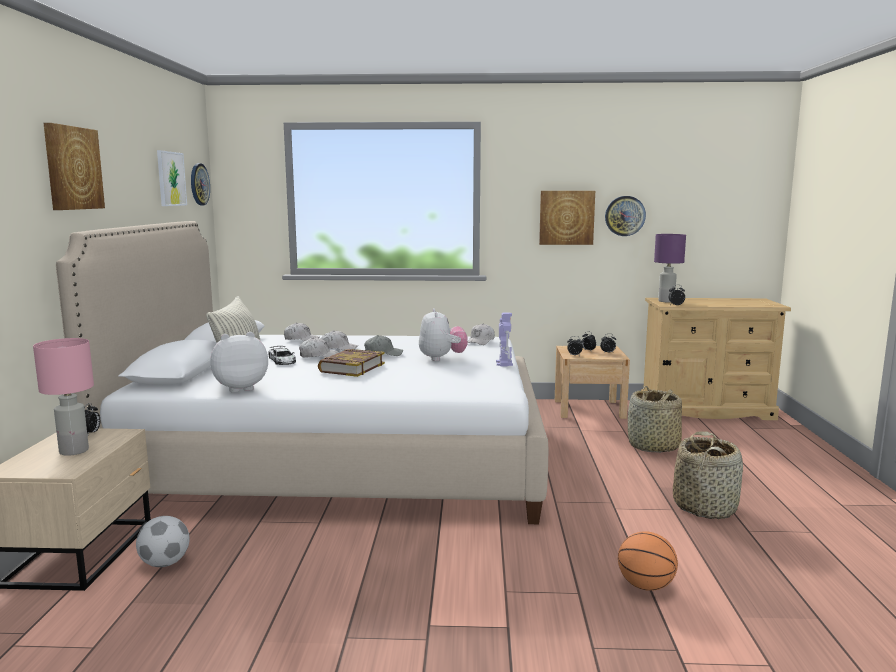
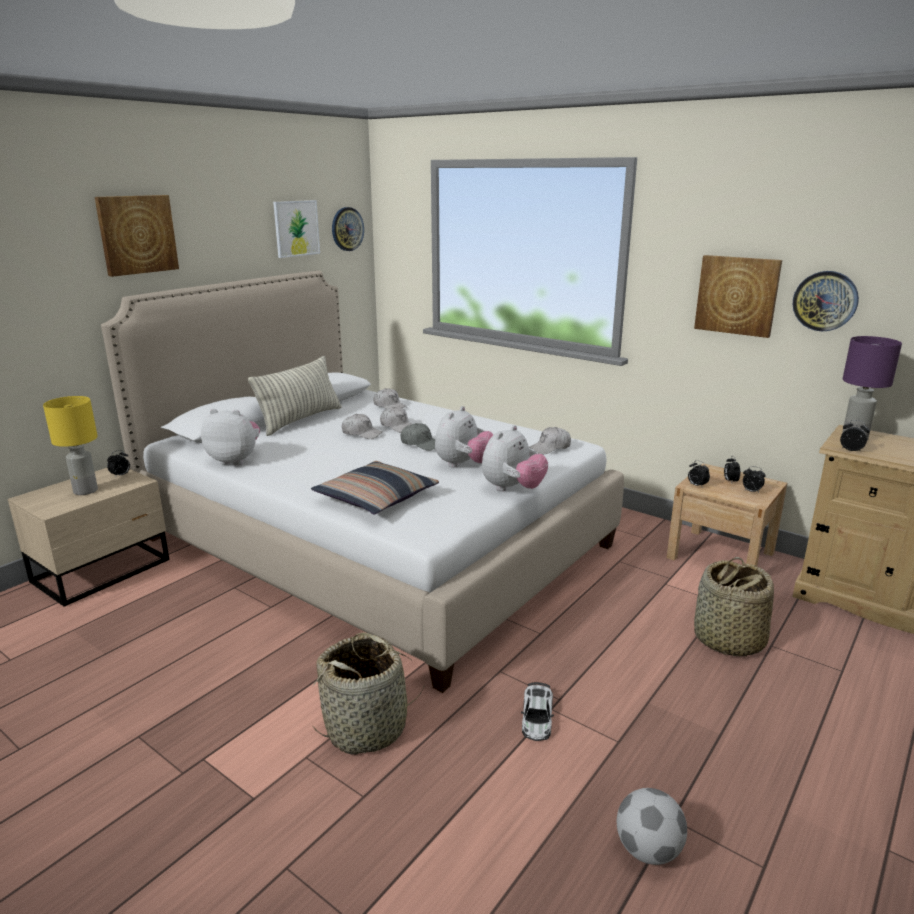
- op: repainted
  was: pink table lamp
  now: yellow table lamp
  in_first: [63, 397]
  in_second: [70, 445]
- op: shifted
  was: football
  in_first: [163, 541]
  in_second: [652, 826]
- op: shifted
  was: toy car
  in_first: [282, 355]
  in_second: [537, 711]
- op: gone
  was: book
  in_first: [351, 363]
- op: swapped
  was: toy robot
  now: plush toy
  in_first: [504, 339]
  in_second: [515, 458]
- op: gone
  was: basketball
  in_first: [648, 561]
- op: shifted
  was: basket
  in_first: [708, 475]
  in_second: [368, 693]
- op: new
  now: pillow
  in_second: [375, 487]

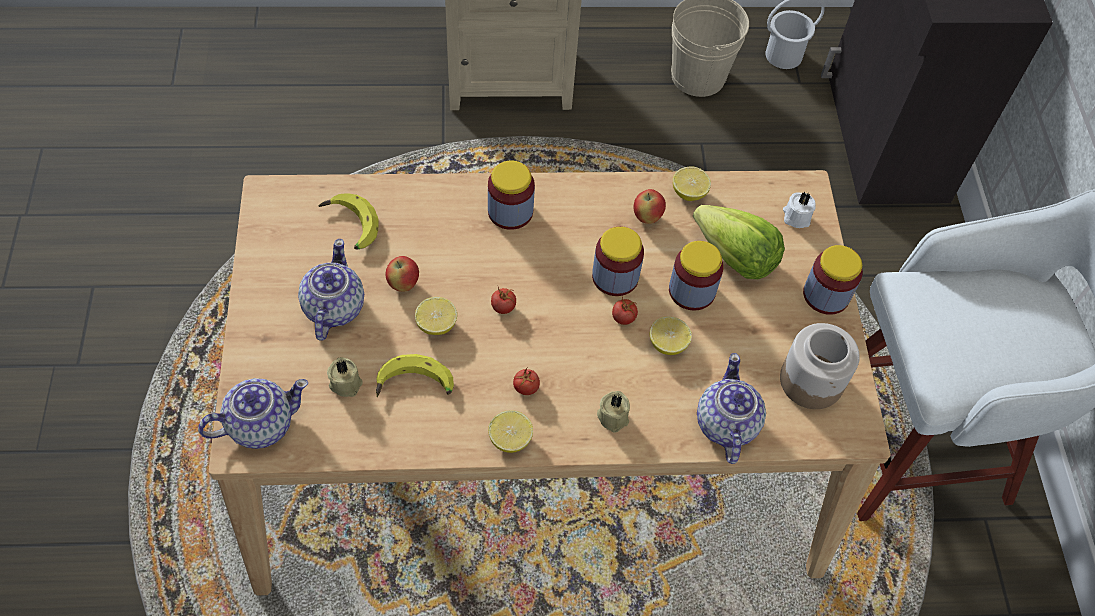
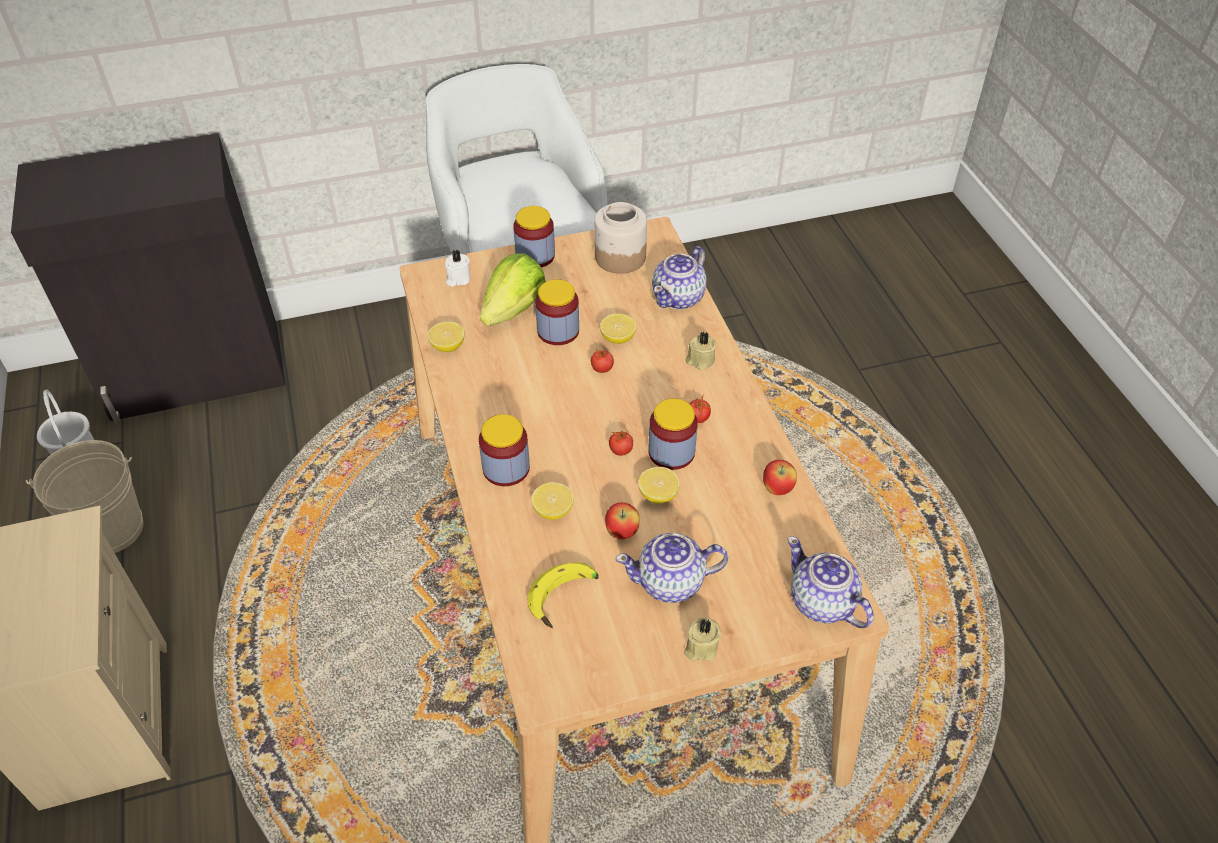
- op: shifted
  was: beige candle
  in_first: [344, 377]
  in_second: [702, 639]
- op: gone
  was: banana
  in_first: [415, 375]
- op: shifted
  was: lemon
  in_first: [510, 431]
  in_second: [552, 501]
- op: shifted
  was: jar
  in_first: [618, 261]
  in_second: [673, 434]
- op: shifted
  was: apple
  in_first: [650, 206]
  in_second: [780, 477]
- op: rotated
  was: teapot
  in_first: [731, 408]
  in_second: [679, 277]
  clockwise: -45

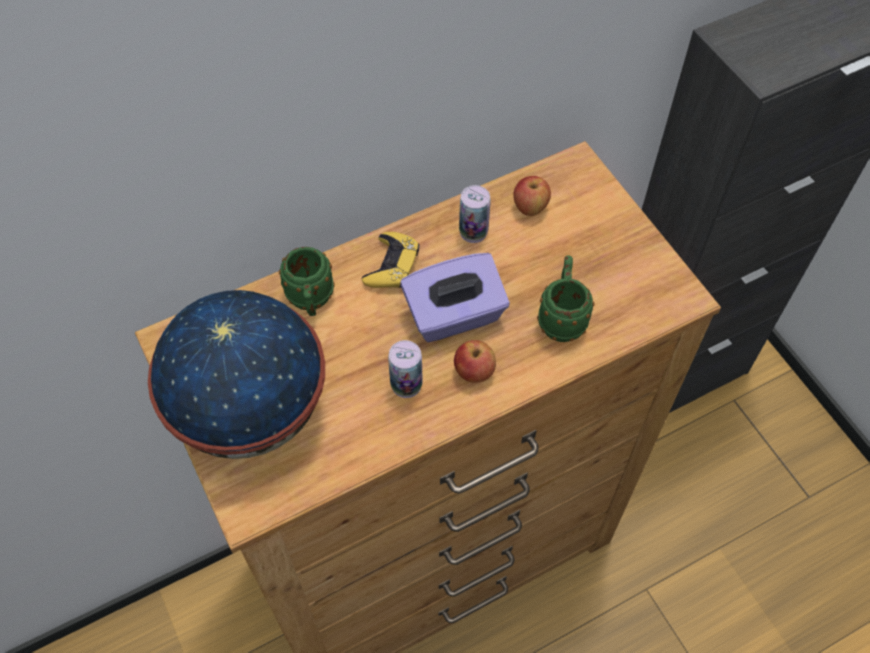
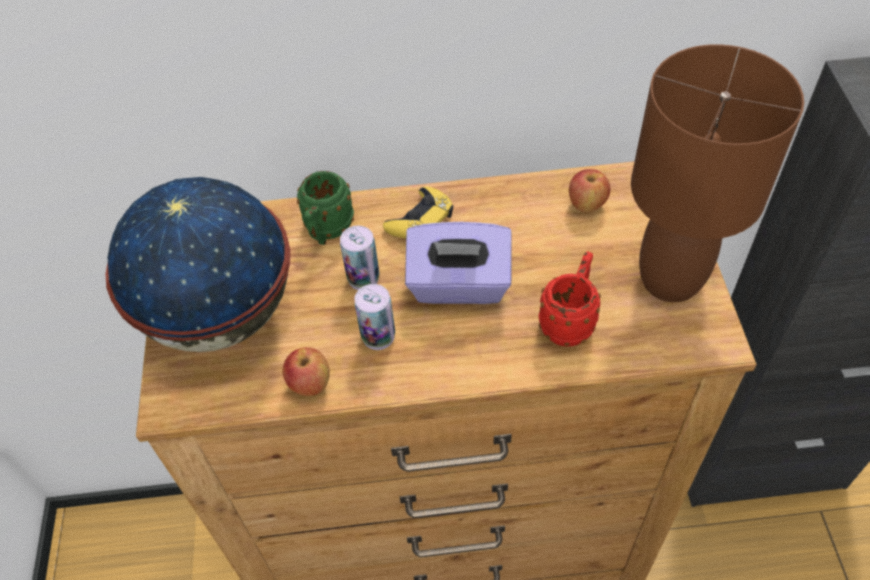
- op: shifted
  was: apple
  in_first: [475, 361]
  in_second: [306, 371]
- op: shifted
  was: can
  in_first: [475, 214]
  in_second: [359, 258]
- op: repainted
  was: green mug
  now: red mug
  in_first: [565, 298]
  in_second: [569, 298]
- op: new
  now: brown table lamp
  in_second: [717, 173]

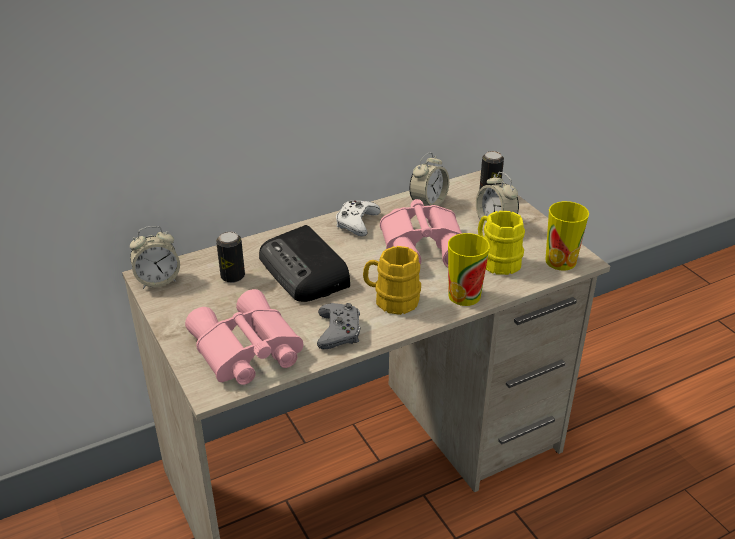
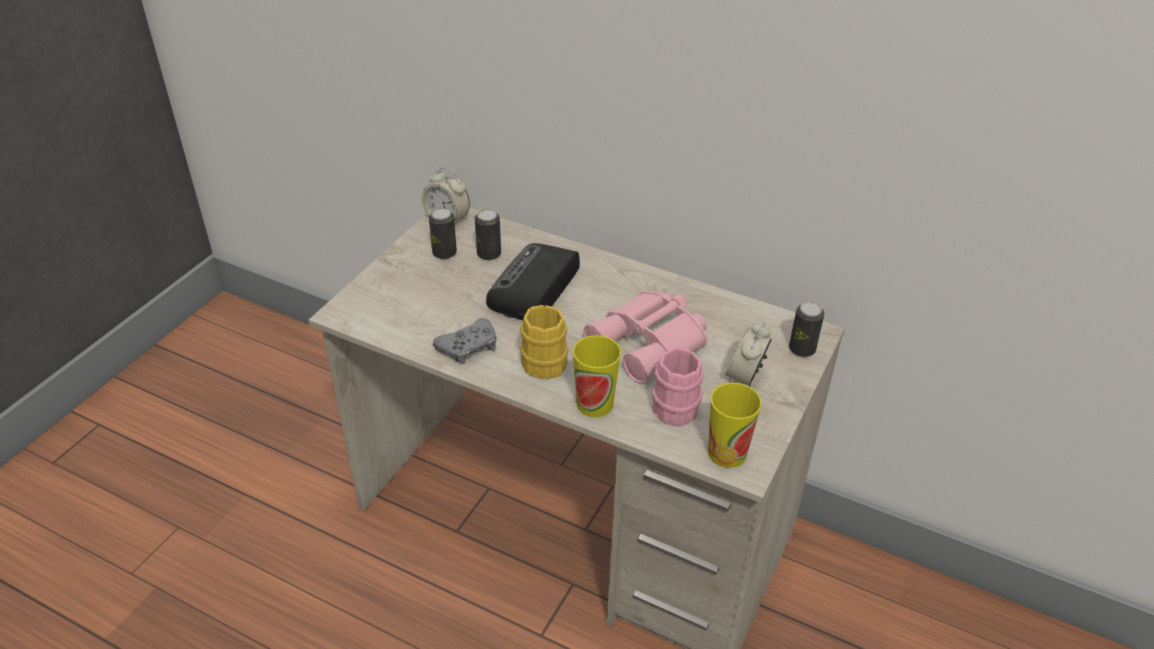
- op: gone
  was: pink binoculars
  in_first: [244, 337]
- op: gone
  was: white game controller
  in_first: [358, 219]
- op: gone
  was: alarm clock
  in_first: [429, 179]
- op: repainted
  was: yellow mug
  now: pink mug
  in_first: [501, 243]
  in_second: [677, 387]
- op: new
  now: can
  in_second: [443, 233]

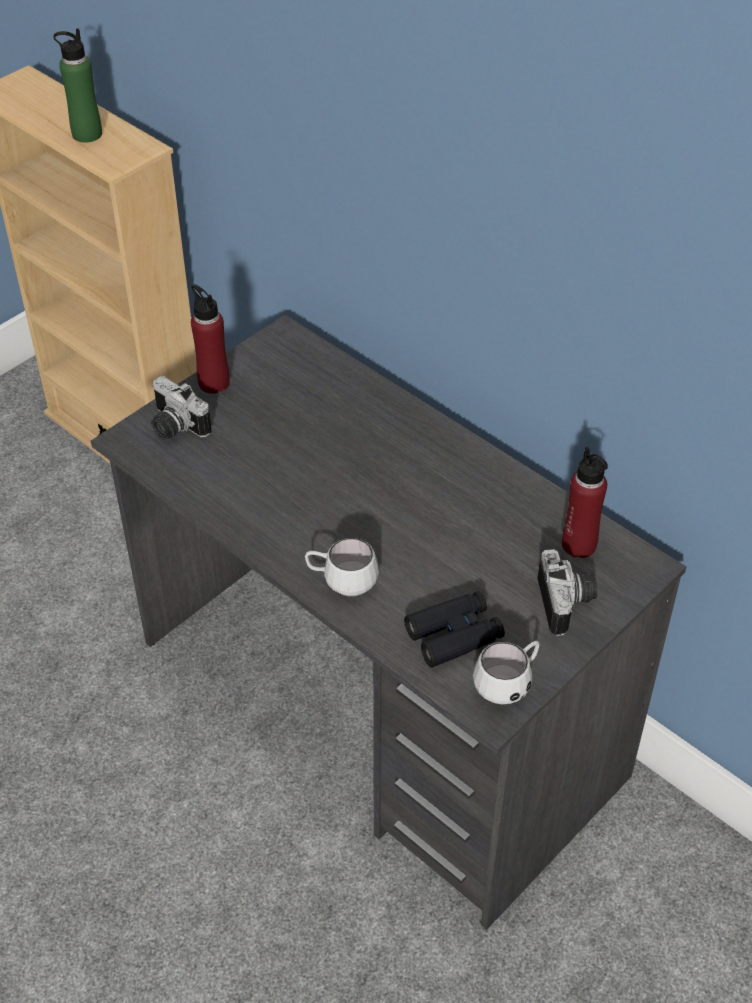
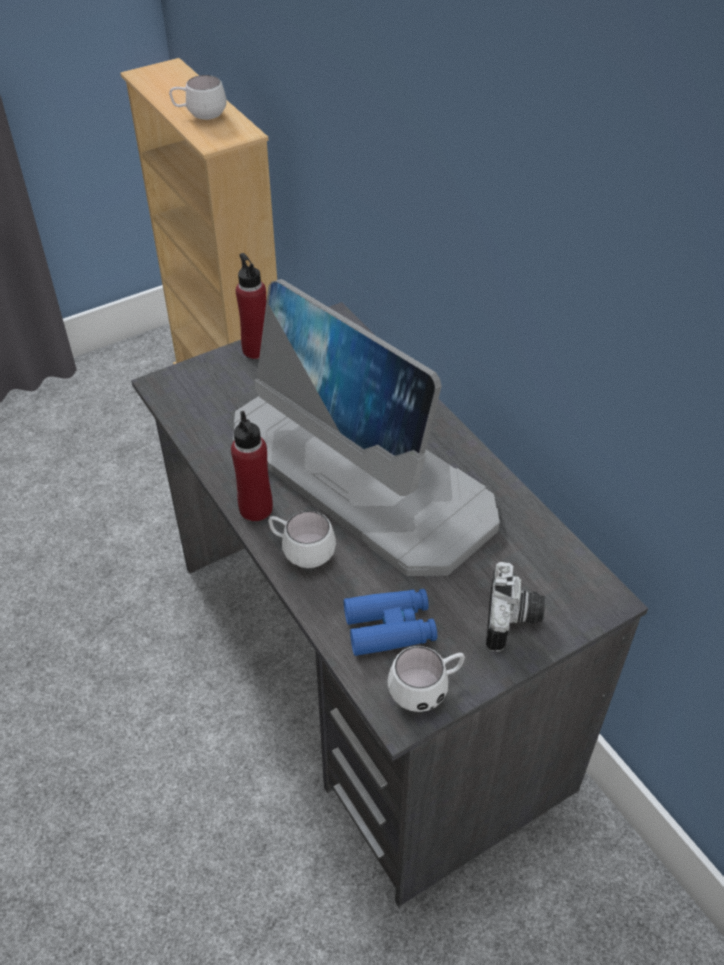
- op: swapped
  was: green bottle
  now: white mug
  in_first: [77, 85]
  in_second: [198, 97]
- op: gone
  was: photo camera
  in_first: [181, 408]
- op: repainted
  was: black binoculars
  now: blue binoculars
  in_first: [454, 629]
  in_second: [390, 622]
- op: shifted
  was: red bottle
  in_first: [585, 502]
  in_second: [252, 466]
- op: new
  now: monitor
  in_second: [366, 427]

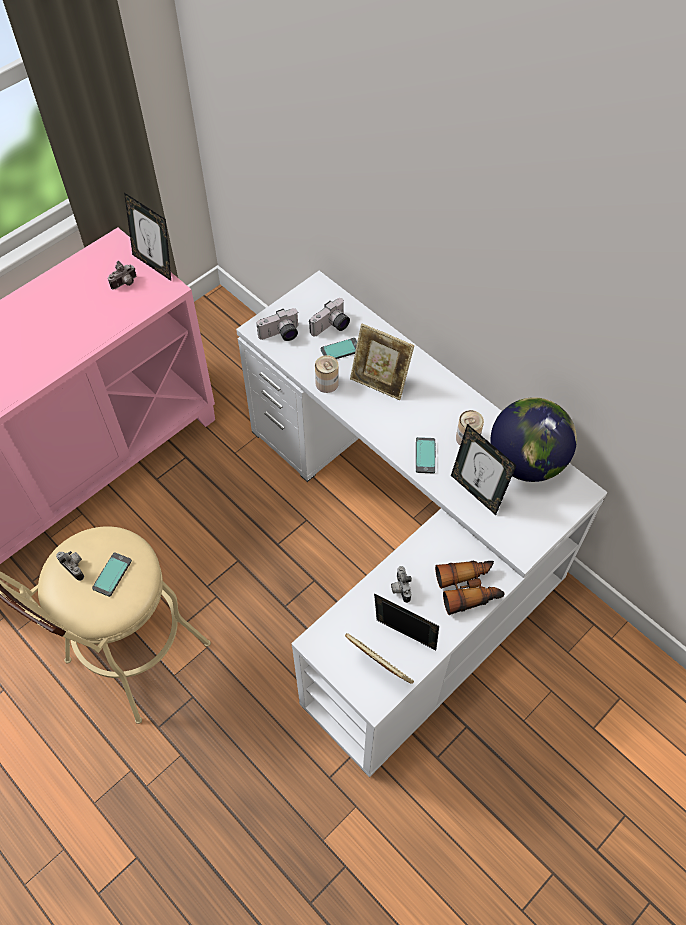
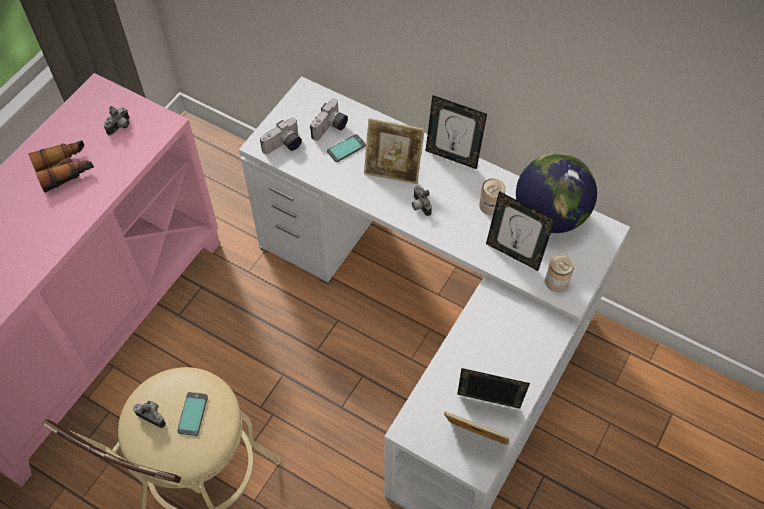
- op: shifted
  was: picture frame
  in_first: [147, 237]
  in_second: [456, 132]
- op: shifted
  was: can
  in_first: [327, 374]
  in_second: [560, 273]
- op: shifted
  was: photo camera
  in_first: [401, 584]
  in_second: [422, 201]
- op: gone
  was: phone
  in_first: [426, 455]
- op: shifted
  was: binoculars
  in_first: [469, 588]
  in_second: [61, 166]

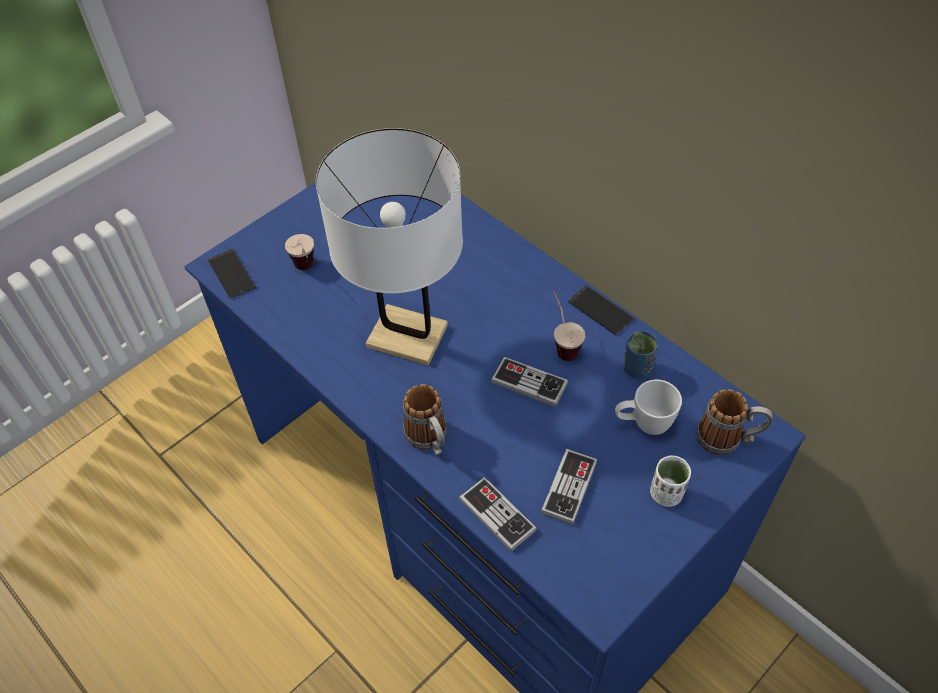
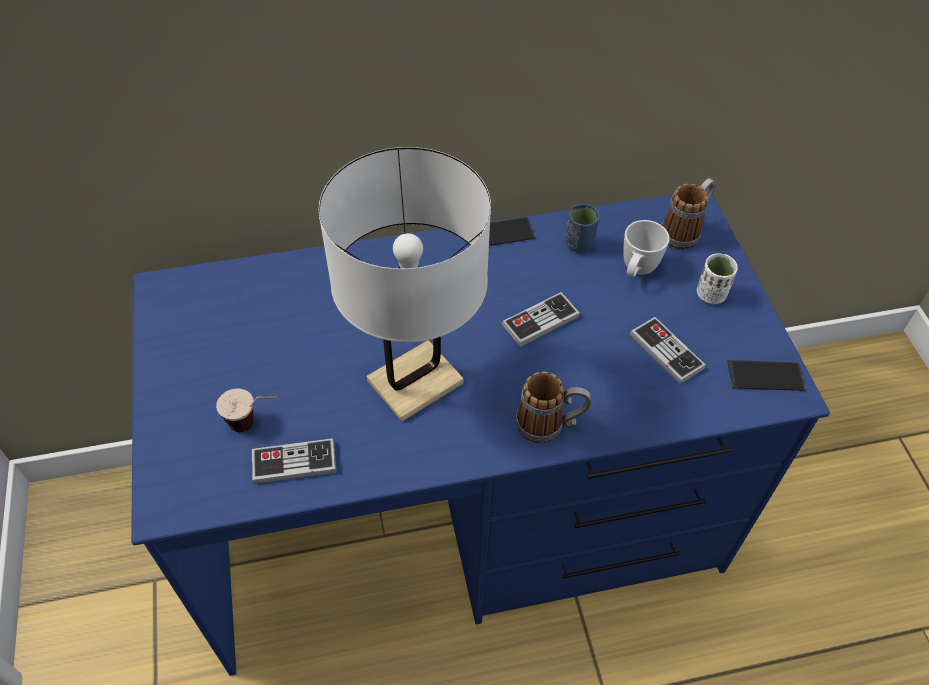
- op: shifted
  was: phone
  in_first: [232, 274]
  in_second: [766, 375]
- op: shifted
  was: game controller
  in_first: [498, 514]
  in_second: [294, 461]
- op: gone
  was: cup
  in_first: [569, 326]

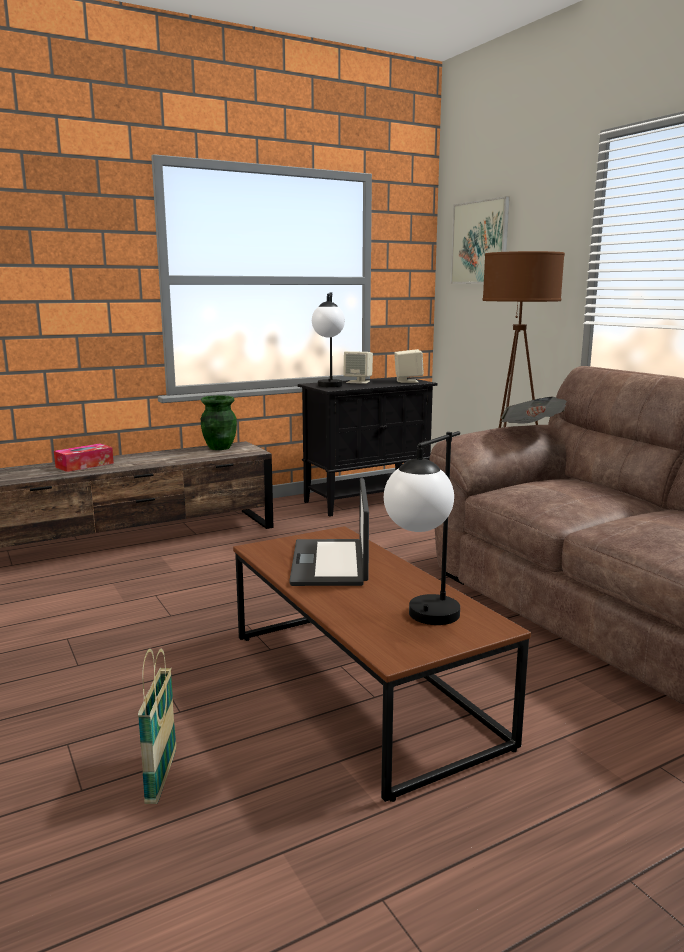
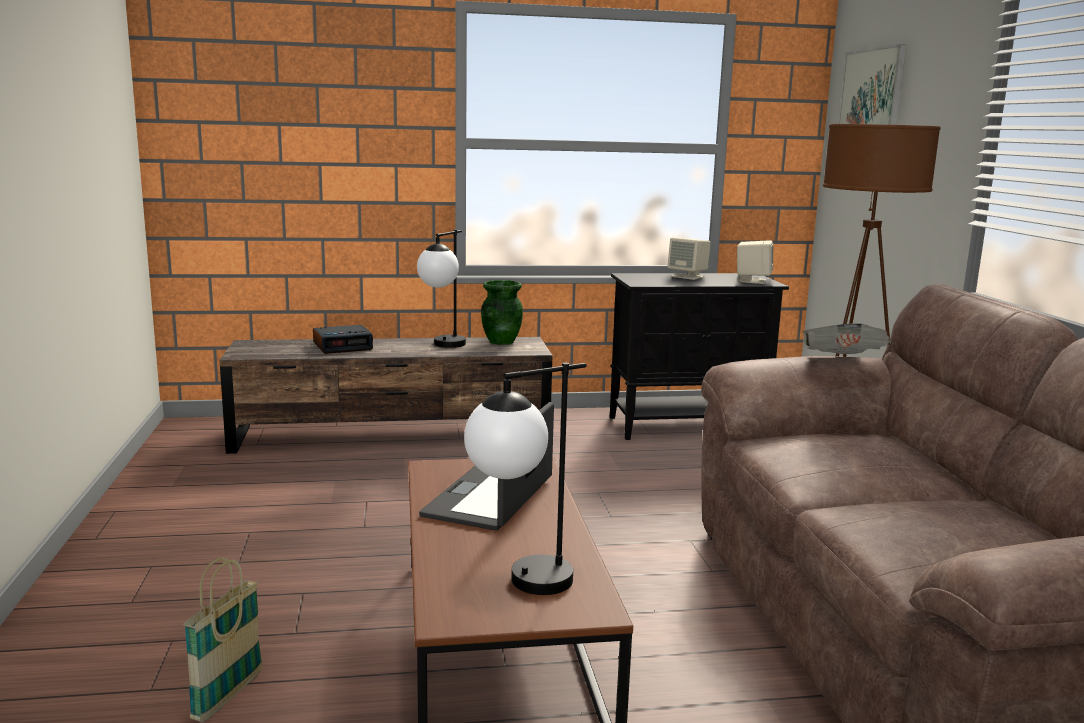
- op: swapped
  was: tissue box
  now: alarm clock
  in_first: [84, 458]
  in_second: [343, 339]
- op: shifted
  was: table lamp
  in_first: [328, 340]
  in_second: [441, 289]

